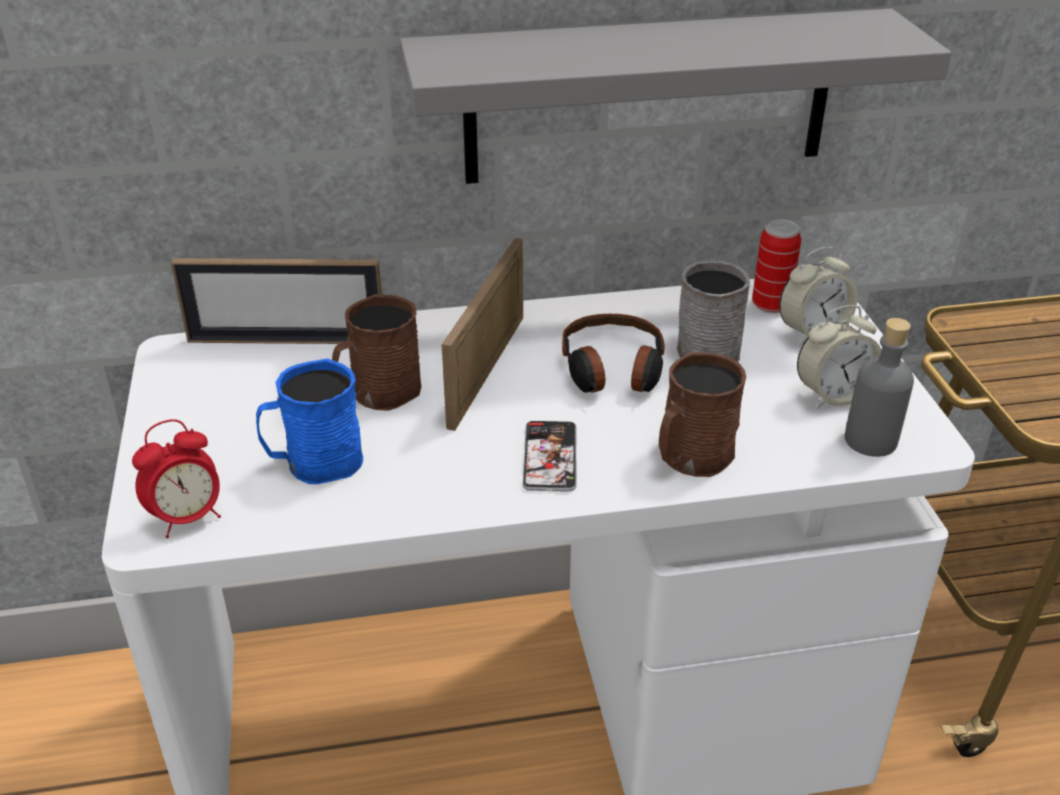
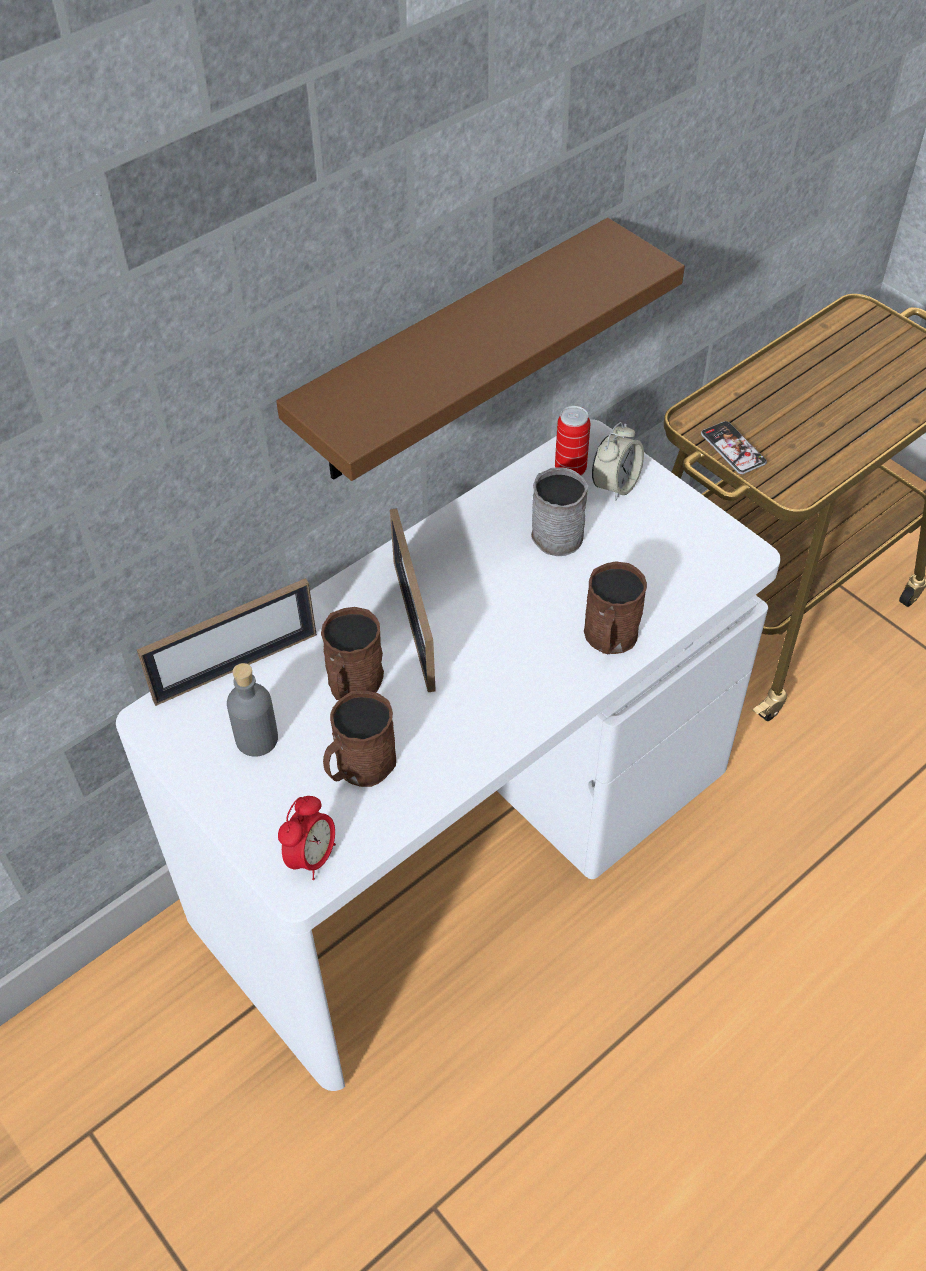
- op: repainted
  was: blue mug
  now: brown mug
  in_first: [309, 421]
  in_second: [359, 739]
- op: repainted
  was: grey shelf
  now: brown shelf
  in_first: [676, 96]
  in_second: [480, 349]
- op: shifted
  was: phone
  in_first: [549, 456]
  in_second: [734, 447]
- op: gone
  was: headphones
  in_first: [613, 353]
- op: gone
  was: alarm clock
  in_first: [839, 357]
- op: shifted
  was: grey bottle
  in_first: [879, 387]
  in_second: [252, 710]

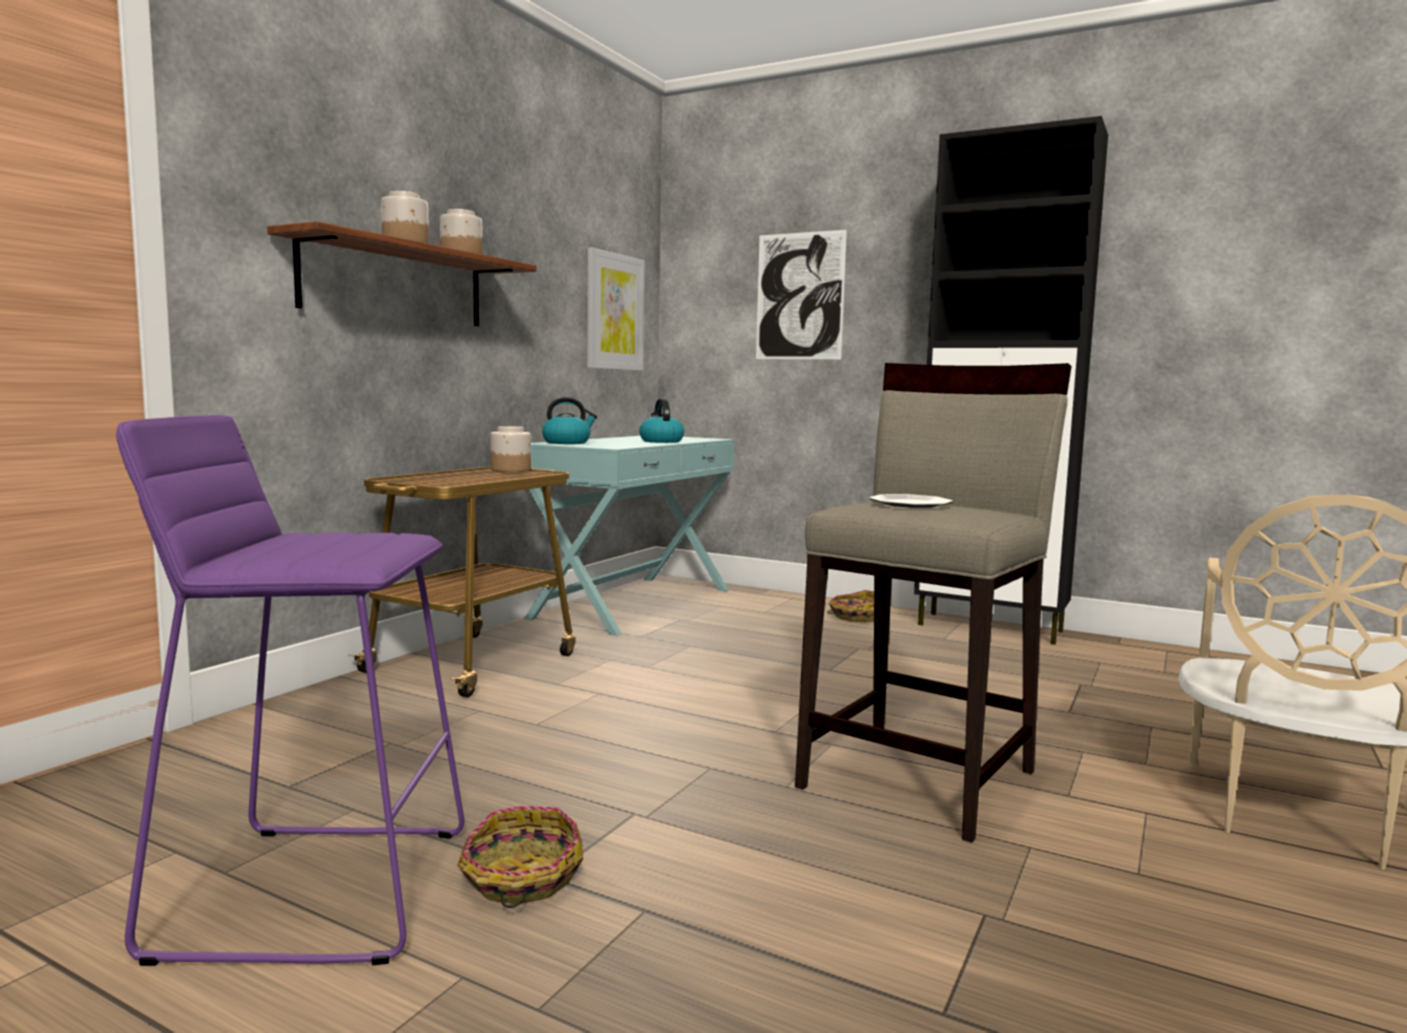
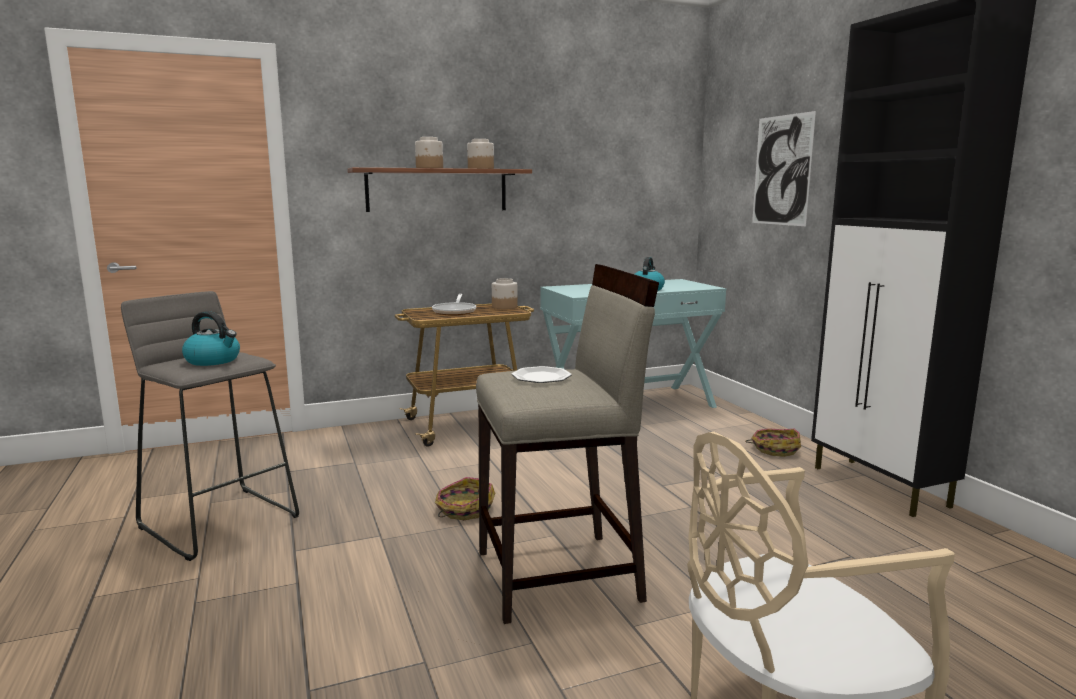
- op: repainted
  was: purple stool
  now: grey stool
  in_first: [290, 690]
  in_second: [210, 426]
- op: shifted
  was: basket
  in_first: [520, 857]
  in_second: [465, 498]
- op: shifted
  was: kettle
  in_first: [569, 420]
  in_second: [211, 338]
- op: gone
  was: picture
  in_first: [616, 309]
- op: new
  now: frying pan
  in_second: [454, 304]

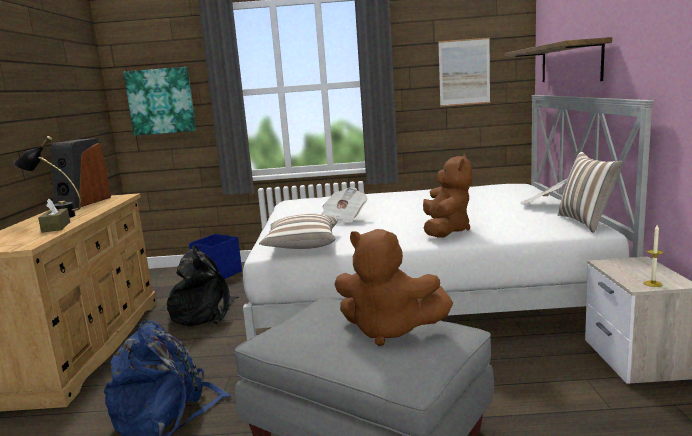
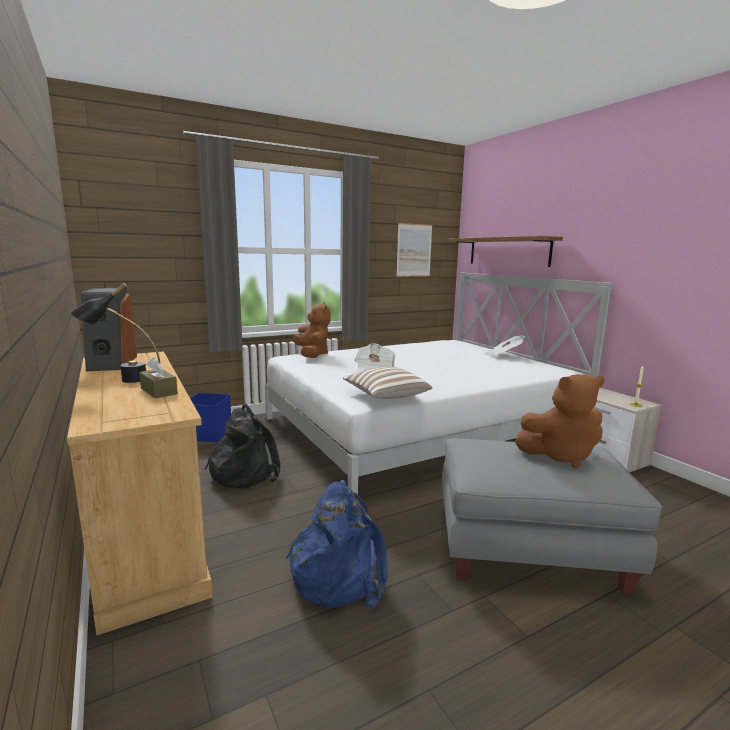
- op: gone
  was: picture
  in_first: [160, 101]
- op: shifted
  was: brown plush toy
  in_first: [447, 196]
  in_second: [311, 330]
- op: gone
  was: pillow
  in_first: [590, 192]

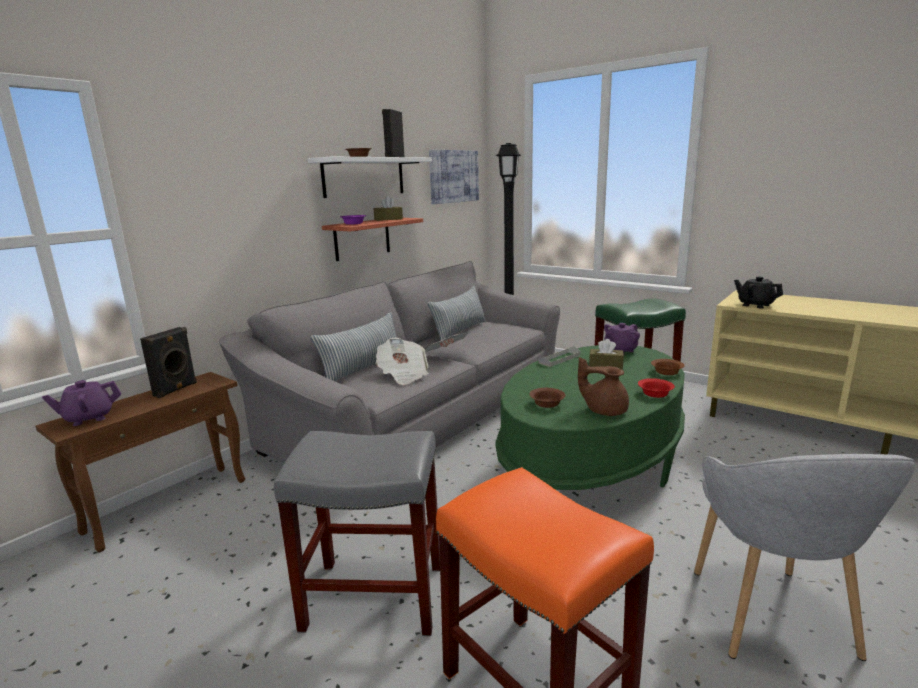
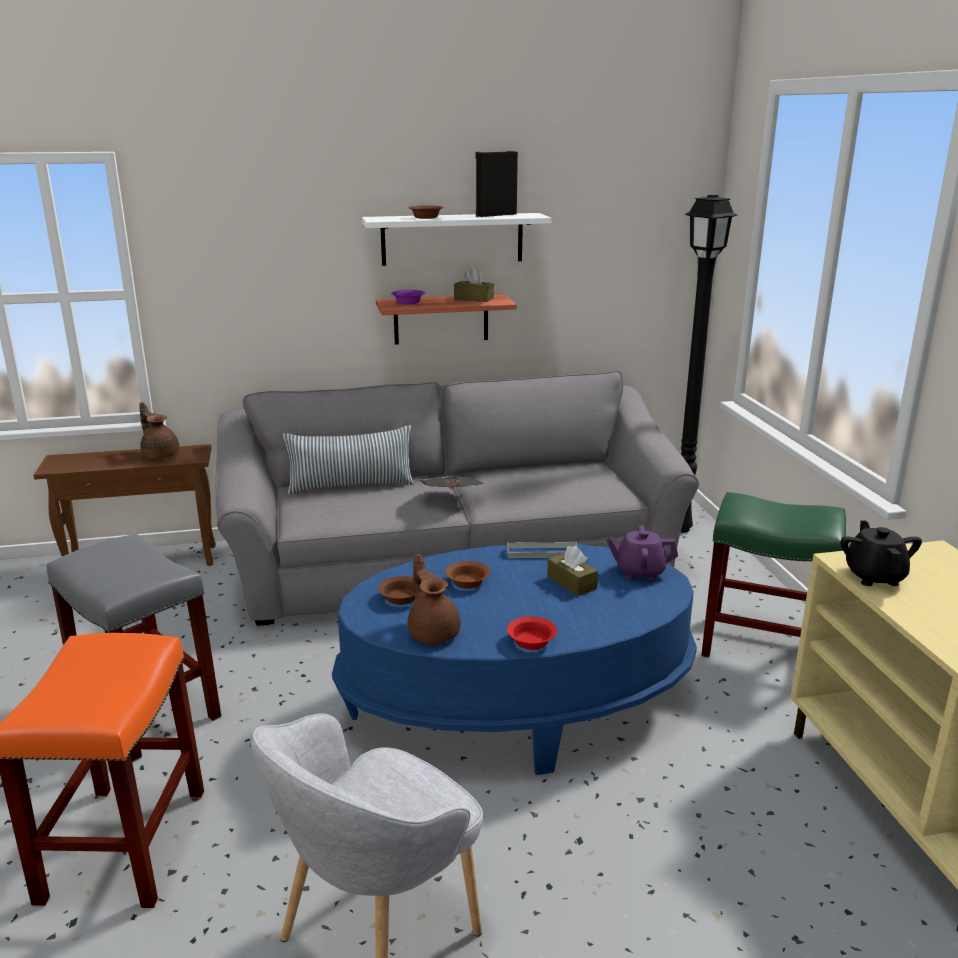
- op: gone
  was: purple teapot
  in_first: [81, 403]
- op: swapped
  was: black speaker
  now: brown teapot
  in_first: [168, 362]
  in_second: [159, 430]
- op: gone
  was: newspaper
  in_first: [402, 361]
- op: gone
  was: pillow
  in_first: [457, 313]
- op: gone
  was: picture
  in_first: [454, 177]
- op: repainted
  was: green coffee table
  now: blue coffee table
  in_first: [590, 417]
  in_second: [514, 659]
- op: shifted
  was: brown bowl
  in_first: [668, 367]
  in_second: [467, 575]

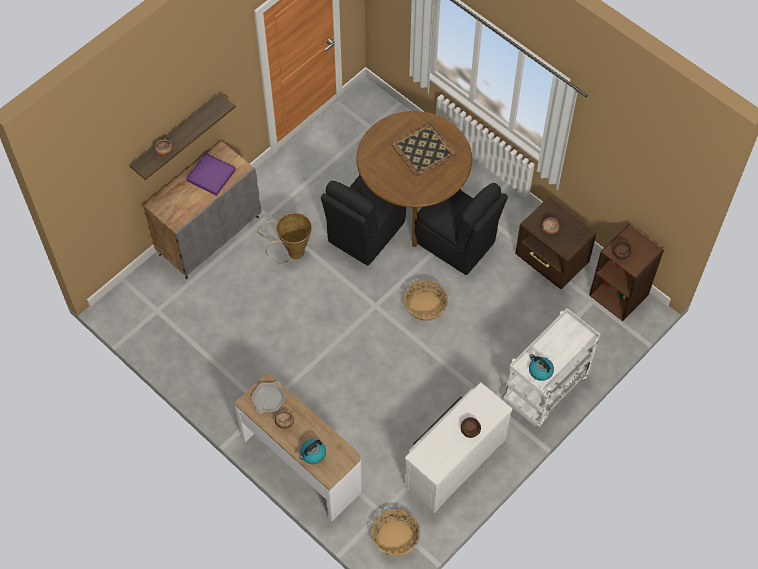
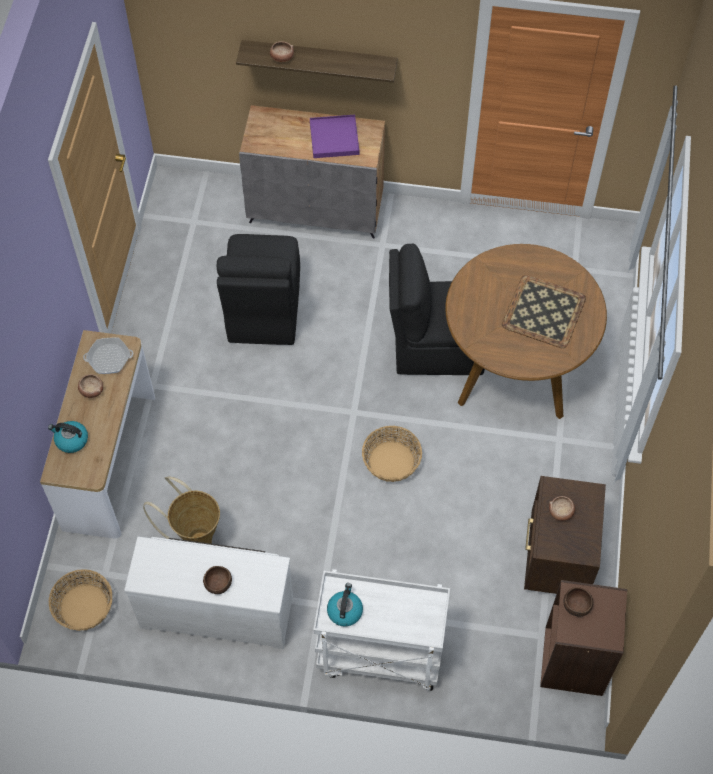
- op: shifted
  was: basket
  in_first: [284, 238]
  in_second: [181, 510]
- op: shifted
  was: black chair
  in_first: [461, 229]
  in_second: [258, 289]

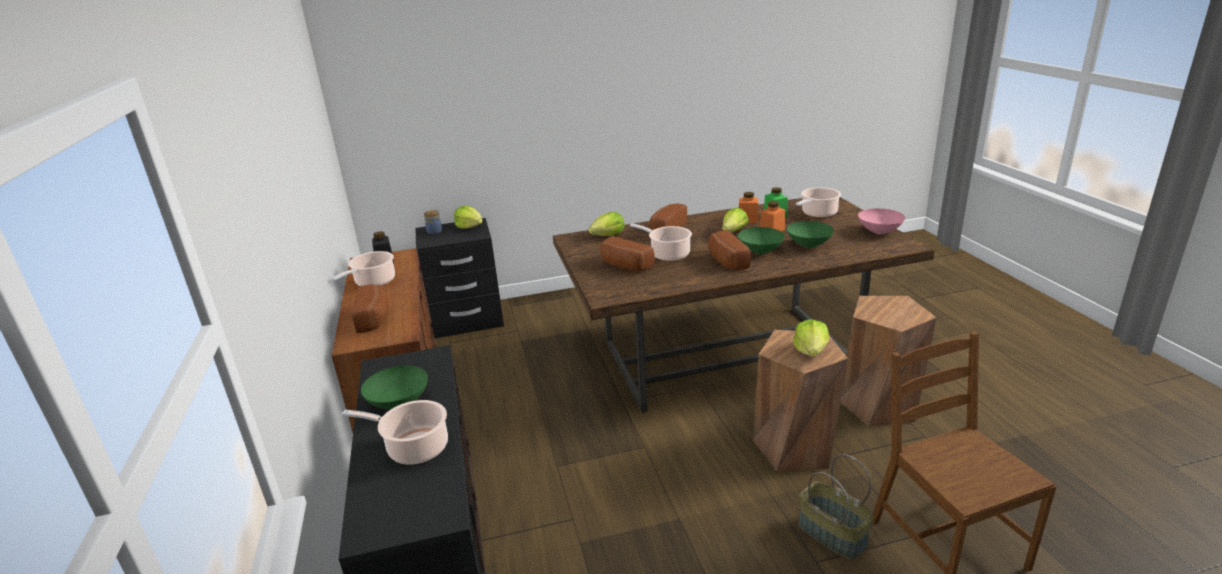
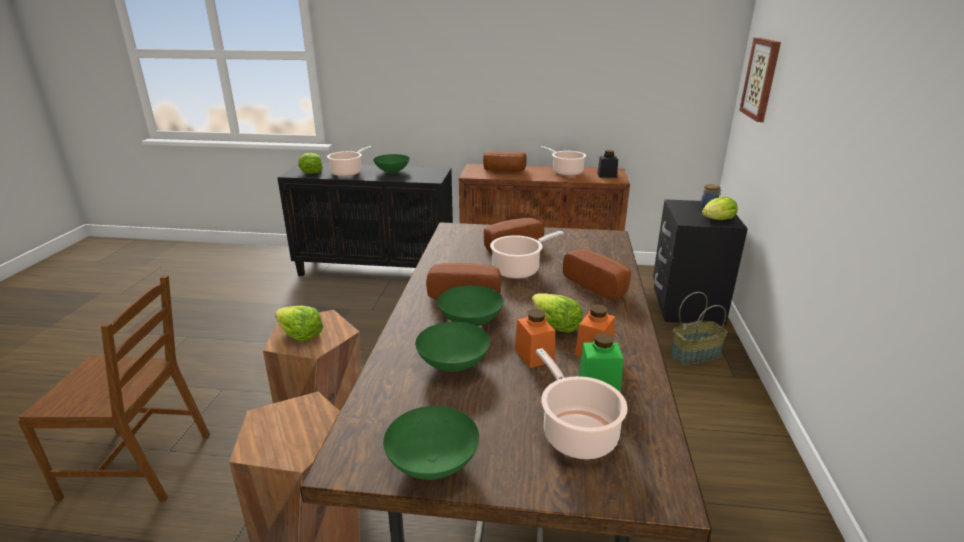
- op: shifted
  was: lettuce
  in_first: [606, 224]
  in_second: [310, 163]
- op: shifted
  was: basket
  in_first: [836, 506]
  in_second: [698, 328]
- op: repainted
  was: pink bowl
  now: green bowl
  in_first: [881, 221]
  in_second: [431, 443]
- op: new
  now: picture
  in_second: [760, 80]

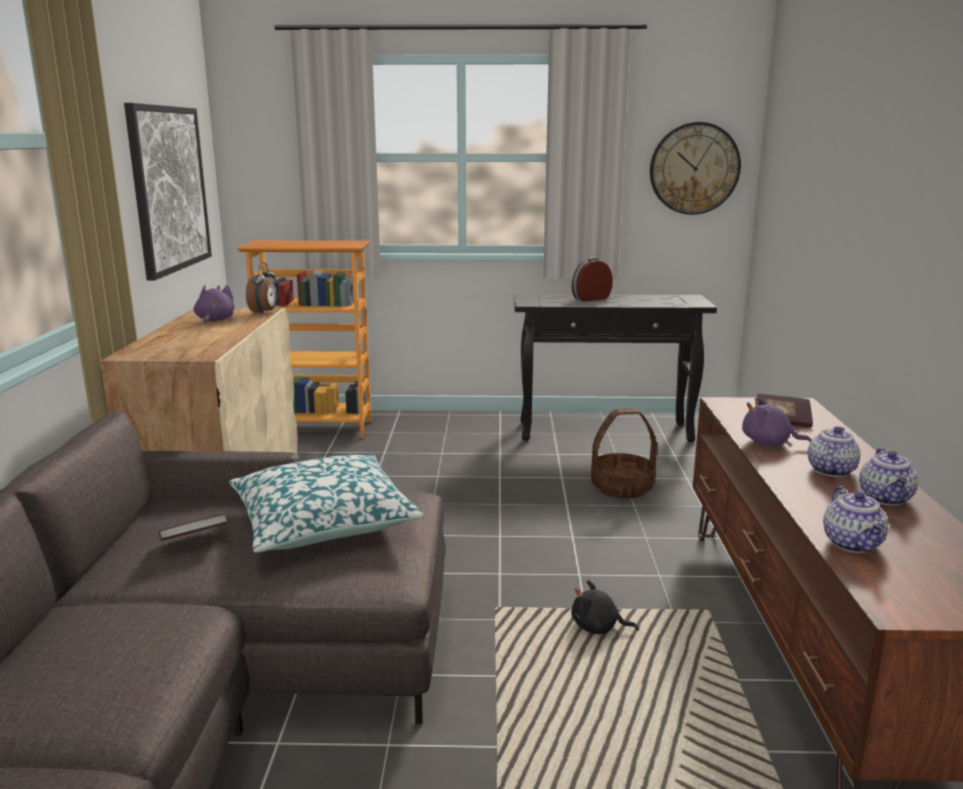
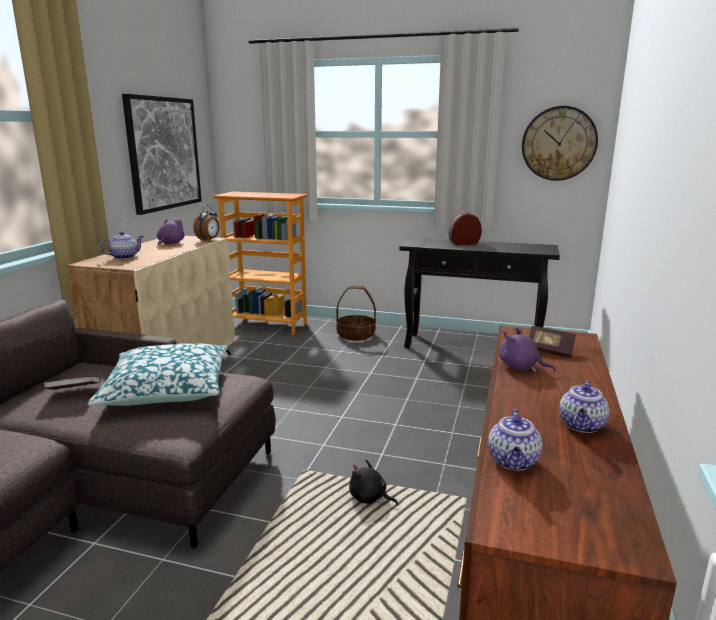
- op: shifted
  was: basket
  in_first: [624, 453]
  in_second: [356, 313]
- op: shifted
  was: teapot
  in_first: [834, 451]
  in_second: [121, 245]

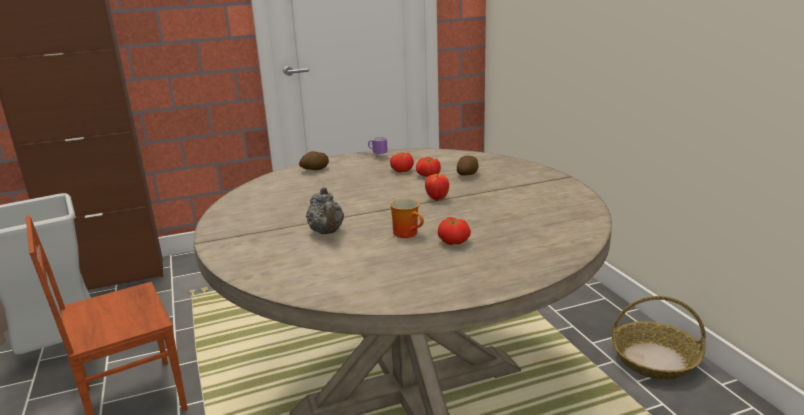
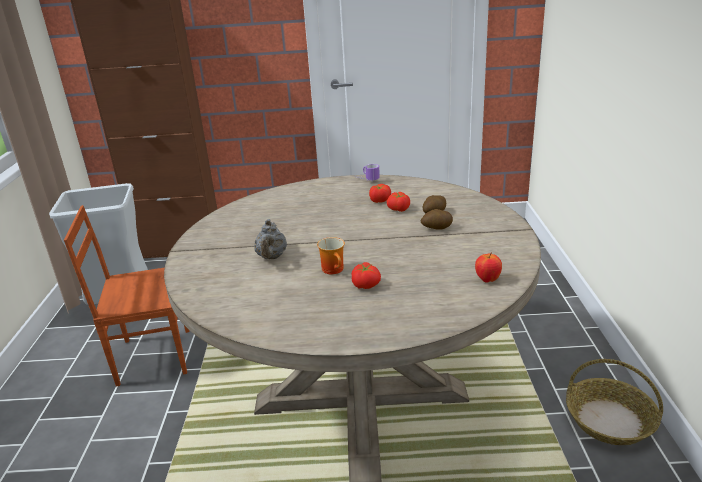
- op: shifted
  was: potato
  in_first: [314, 160]
  in_second: [437, 219]
- op: shifted
  was: apple
  in_first: [437, 186]
  in_second: [488, 268]

